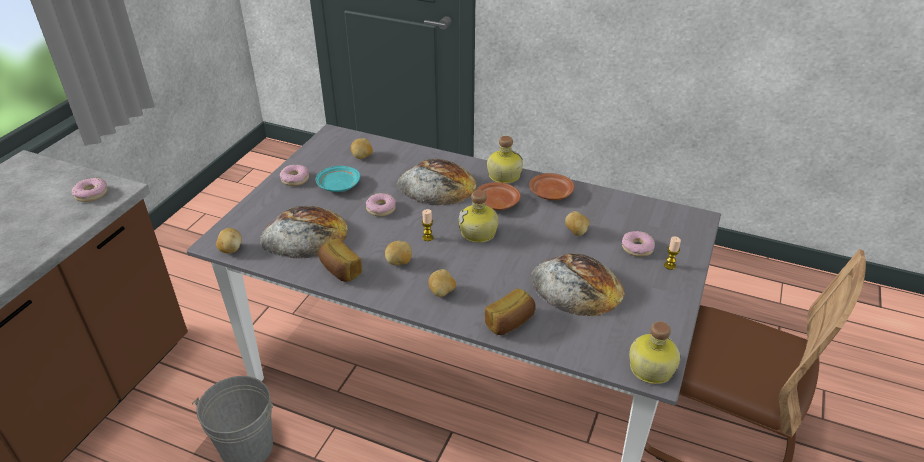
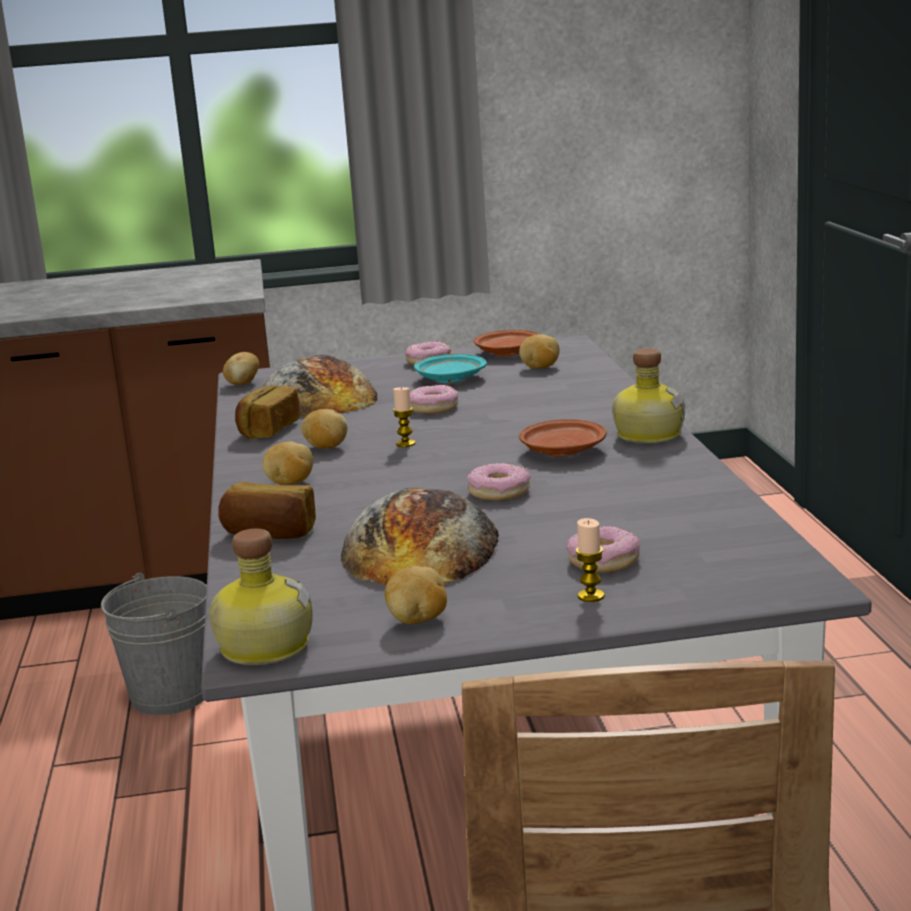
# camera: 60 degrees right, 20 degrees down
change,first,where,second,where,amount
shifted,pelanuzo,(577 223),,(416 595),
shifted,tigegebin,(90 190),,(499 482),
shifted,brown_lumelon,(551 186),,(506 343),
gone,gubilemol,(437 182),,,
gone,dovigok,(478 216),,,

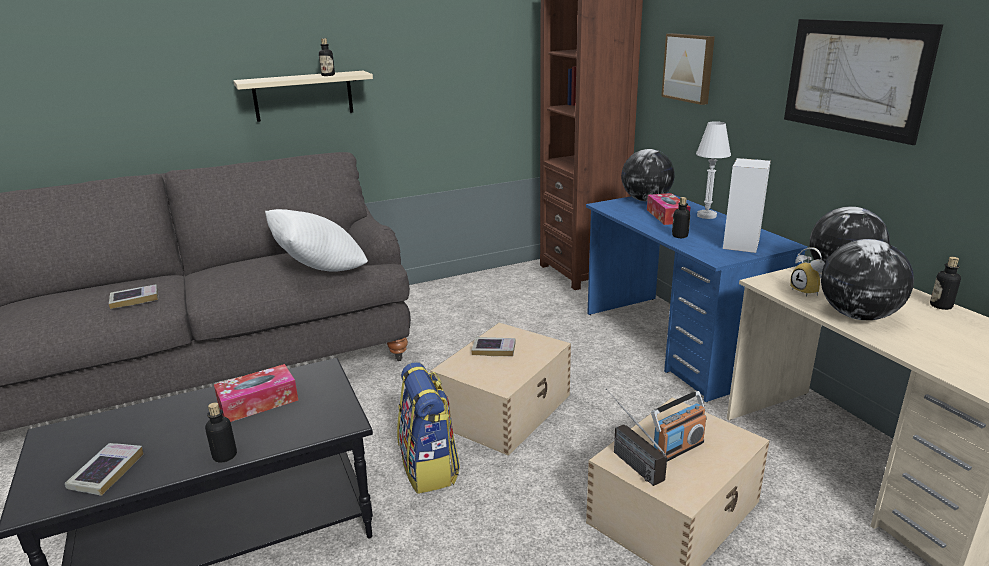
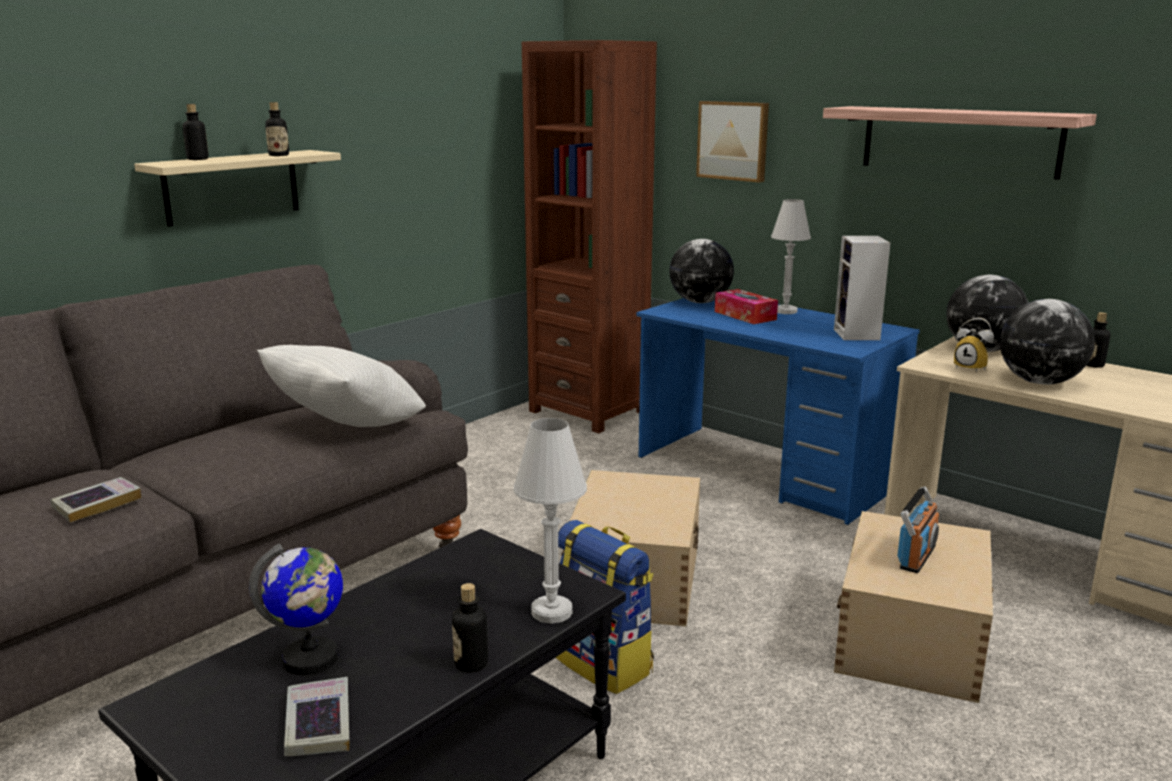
# camera: 25 degrees left, 5 degrees down
change,first,where,second,where,amount
shifted,dovigok,(681 217),,(196 132),
new,,,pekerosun,(296 609),
new,,,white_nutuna,(550 521),
swapped,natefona,(863 82),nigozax,(960 143),
gone,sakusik,(256 393),,,
gone,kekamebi,(494 346),,,
gone,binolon,(636 437),,,

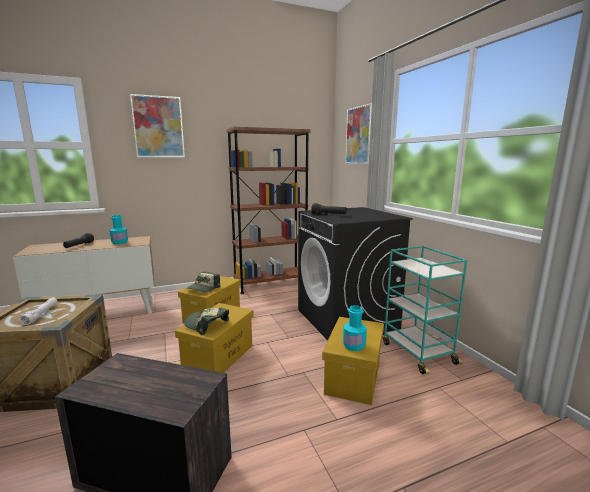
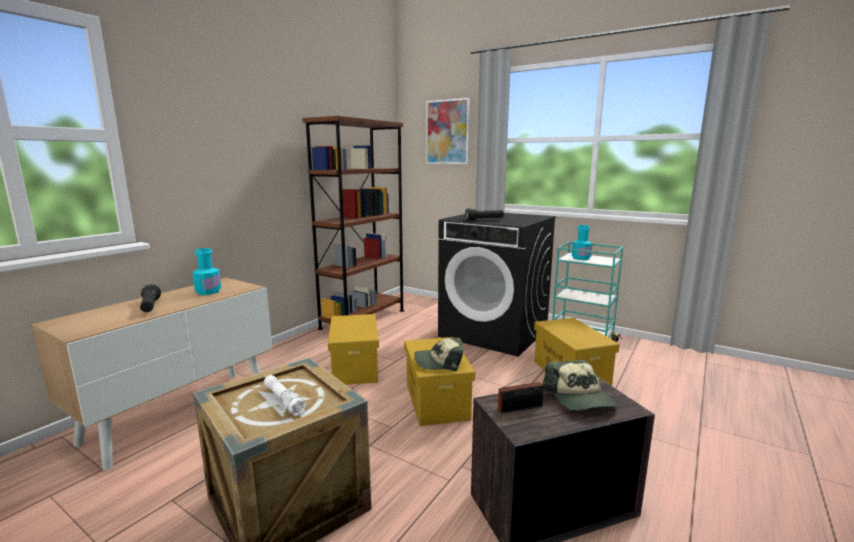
# camera: 35 degrees left, 0 degrees up
change,first,where,second,where,amount
new,,,binolon,(523 389),
shifted,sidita,(203 282),,(580 385),
shifted,turquoise_dovigok,(355 328),,(582 242),
gone,natefona,(157 125),,,

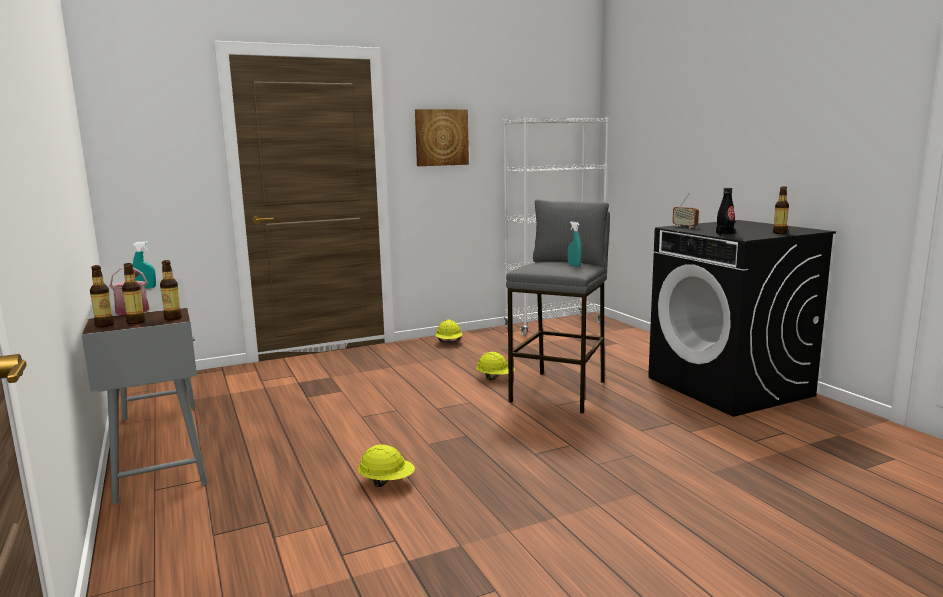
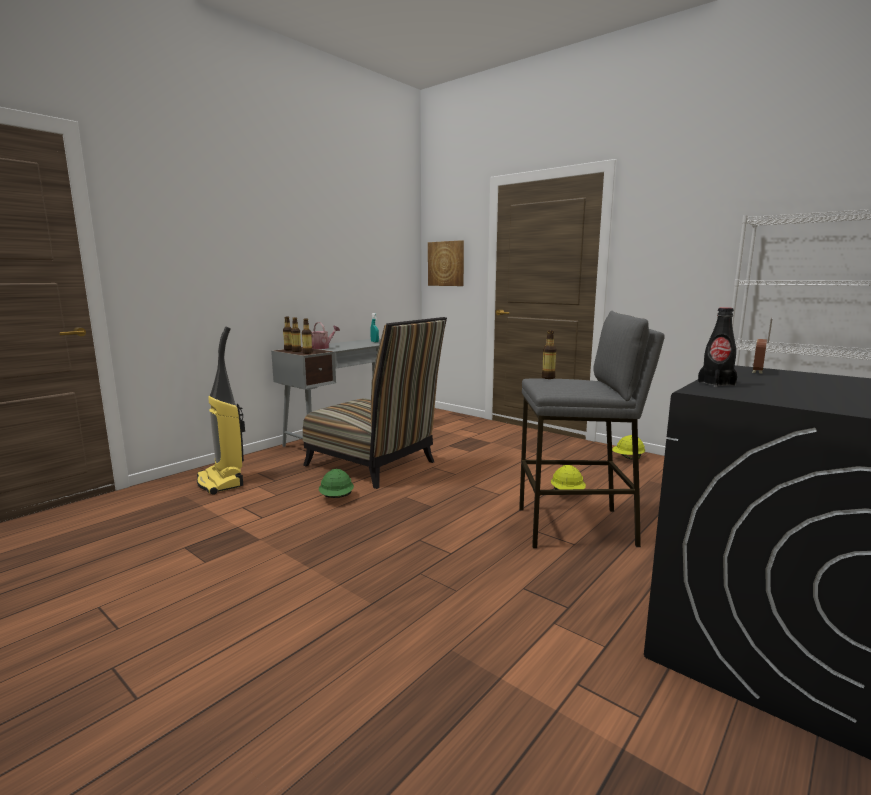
# camera: 65 degrees right, 0 degrees up
change,first,where,second,where,amount
new,,,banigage,(221 411),
new,,,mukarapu,(375 403),
repainted,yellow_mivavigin,(386 465),green_mivavigin,(336 483),
shifted,natefona,(442 137),,(446 263),
shifted,dovigok,(781 210),,(549 354),
gone,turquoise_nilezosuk,(574 244),,,

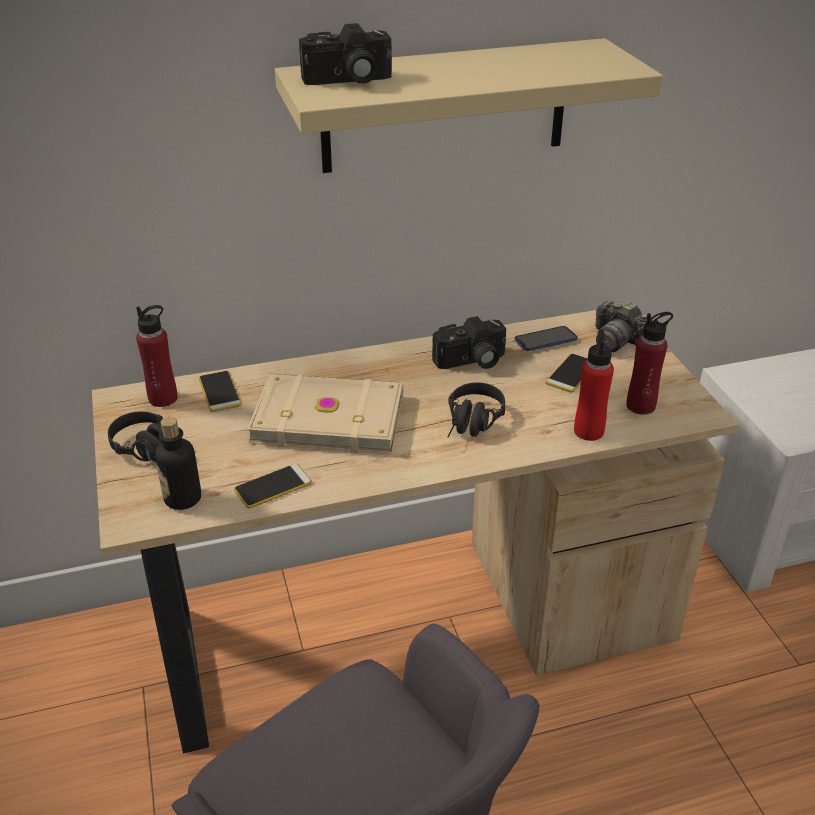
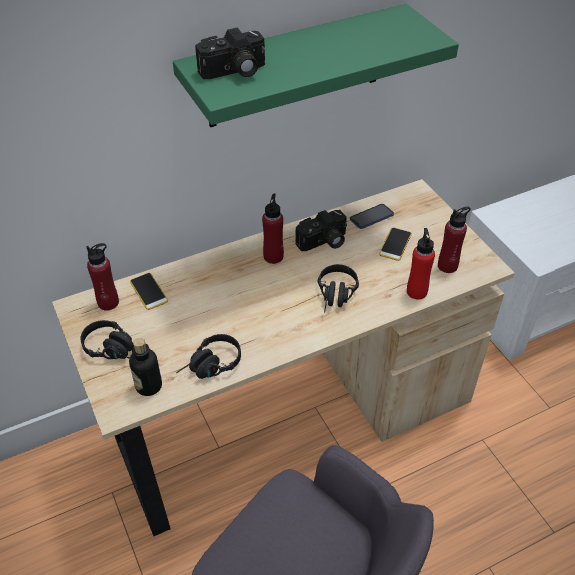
# camera: 10 degrees left, 10 degrees up
change,first,where,second,where,amount
repainted,beige_nigozax,(469 105),green_nigozax,(316 65),
swapped,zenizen,(273 486),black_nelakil,(208 356),
new,,,red_dovigok,(273 229),
gone,beige_kekamebi,(325 414),,,
gone,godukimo,(621 326),,,

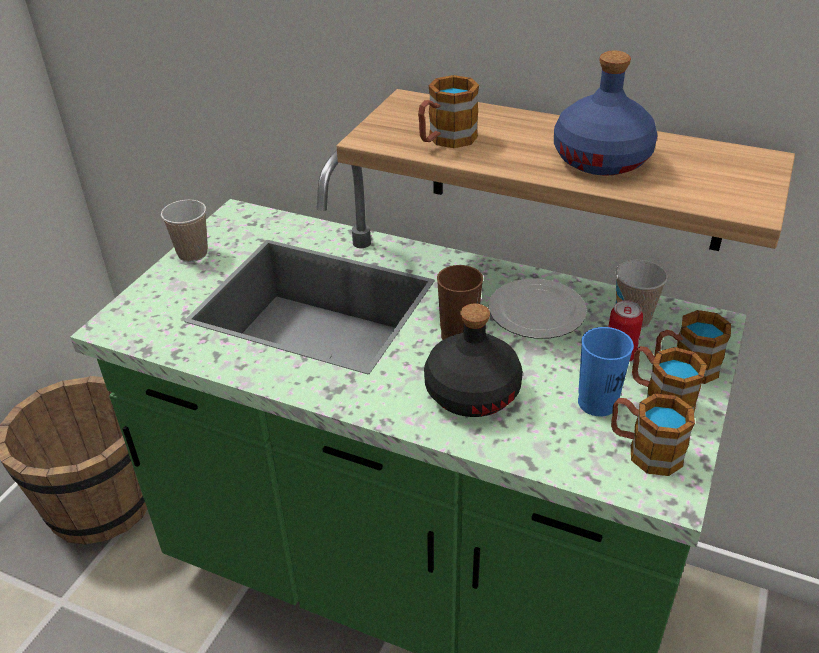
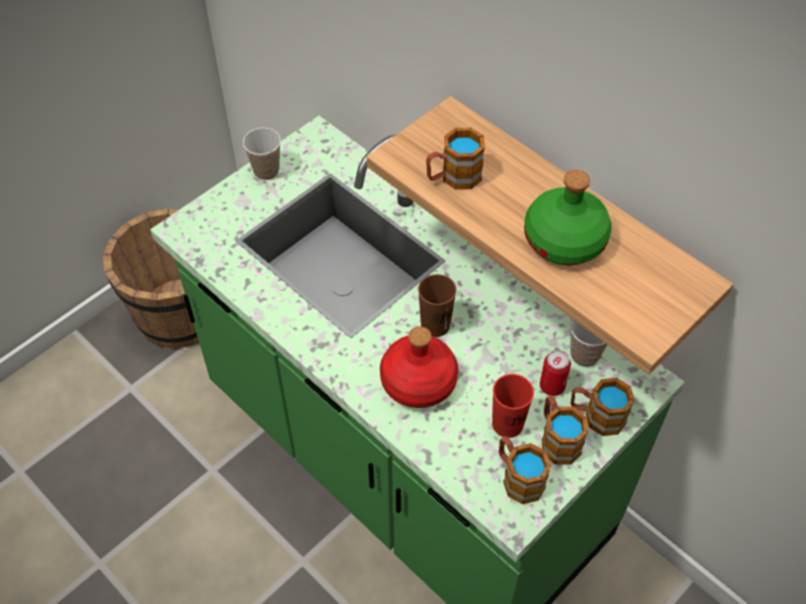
# camera: 20 degrees right, 15 degrees up
change,first,where,second,where,amount
repainted,black_dovigok,(473 360),red_dovigok,(419 367),
repainted,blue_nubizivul,(606 371),red_nubizivul,(513 406),
repainted,blue_dovigok,(606 113),green_dovigok,(568 218),
gone,lumelon,(538 308),,,

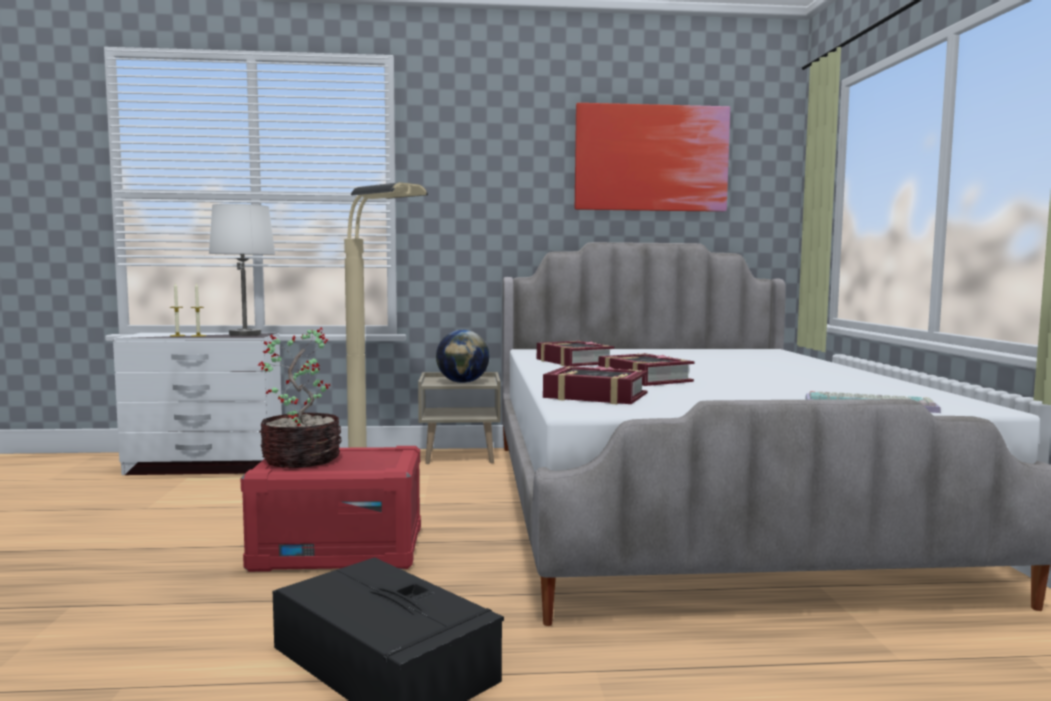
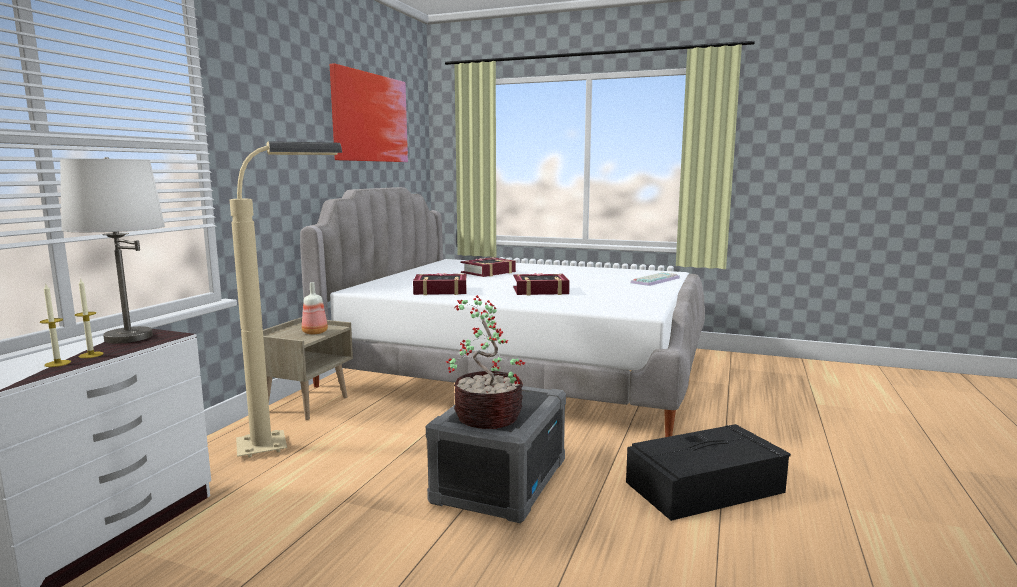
# camera: 65 degrees left, 5 degrees up
change,first,where,second,where,amount
swapped,pekerosun,(463 356),dovigok,(315 308),
repainted,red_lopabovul,(330 509),grey_lopabovul,(496 454),
shifted,kekamebi,(595 385),,(488 267),

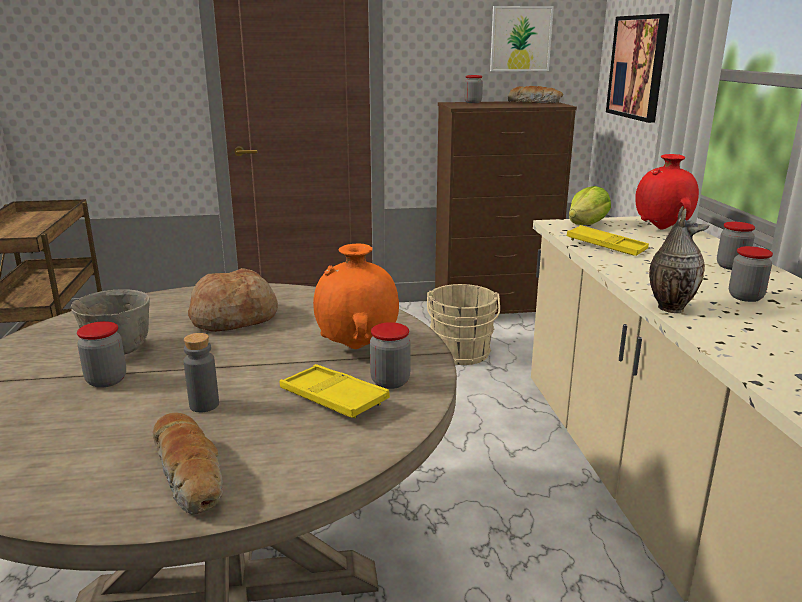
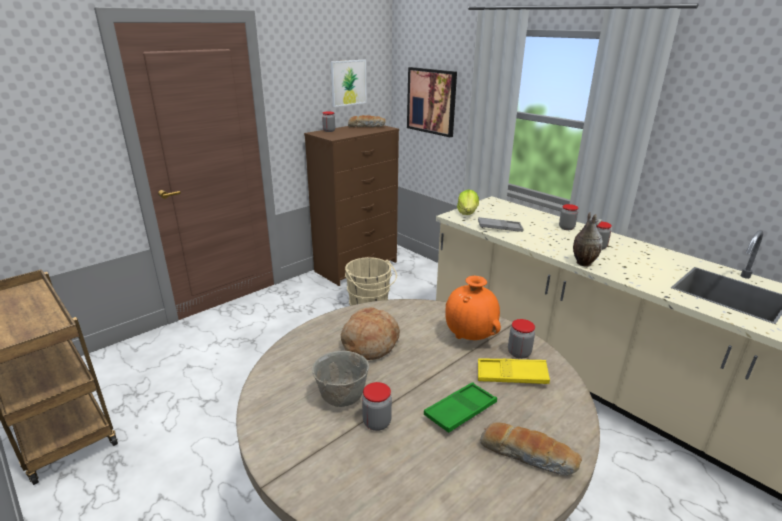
# camera: 35 degrees left, 5 degrees up
change,first,where,second,where,amount
swapped,grey_dovigok,(201 372),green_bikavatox,(460 407),
repainted,yellow_bikavatox,(608 240),grey_bikavatox,(501 224),
gone,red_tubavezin,(667 192),,,

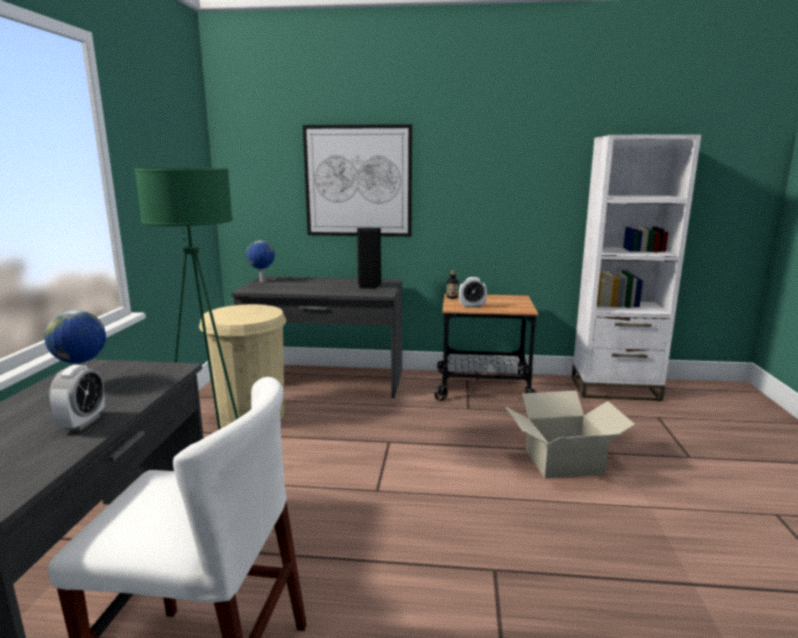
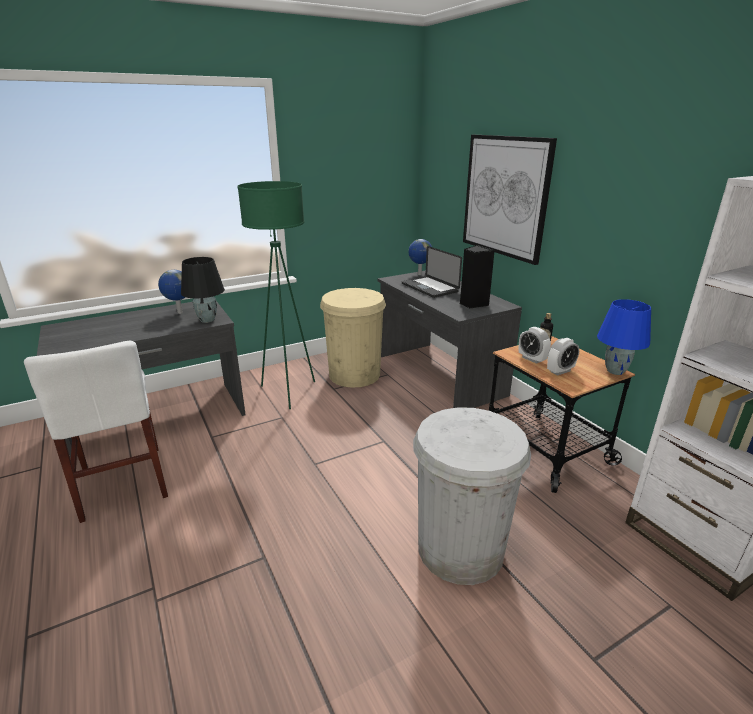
# camera: 55 degrees right, 10 degrees up
change,first,where,second,where,amount
new,,,black_nutuna,(203 290),
new,,,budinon,(432 272),
swapped,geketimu,(571 435),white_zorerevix,(472 496),
shifted,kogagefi,(77 398),,(563 357),
new,,,blue_nutuna,(624 337),

